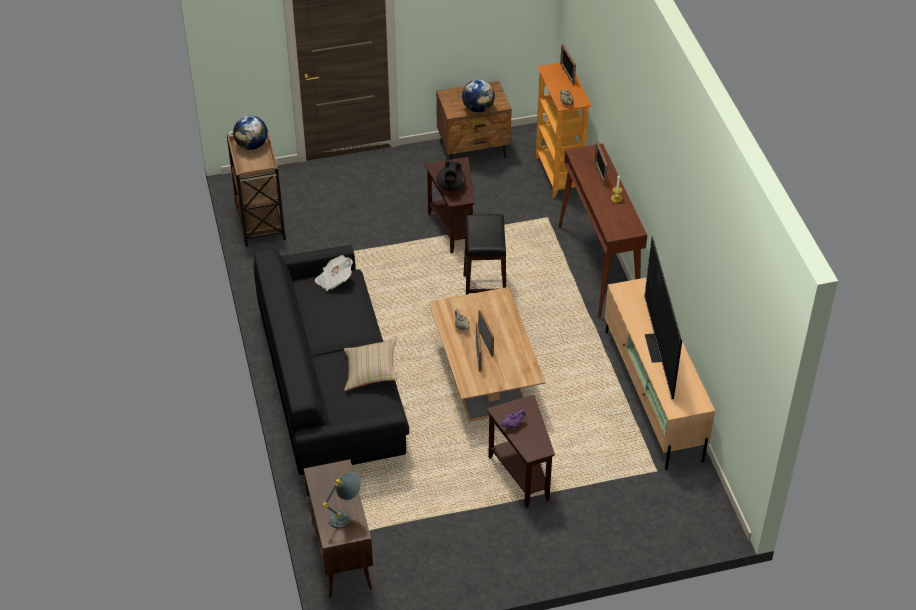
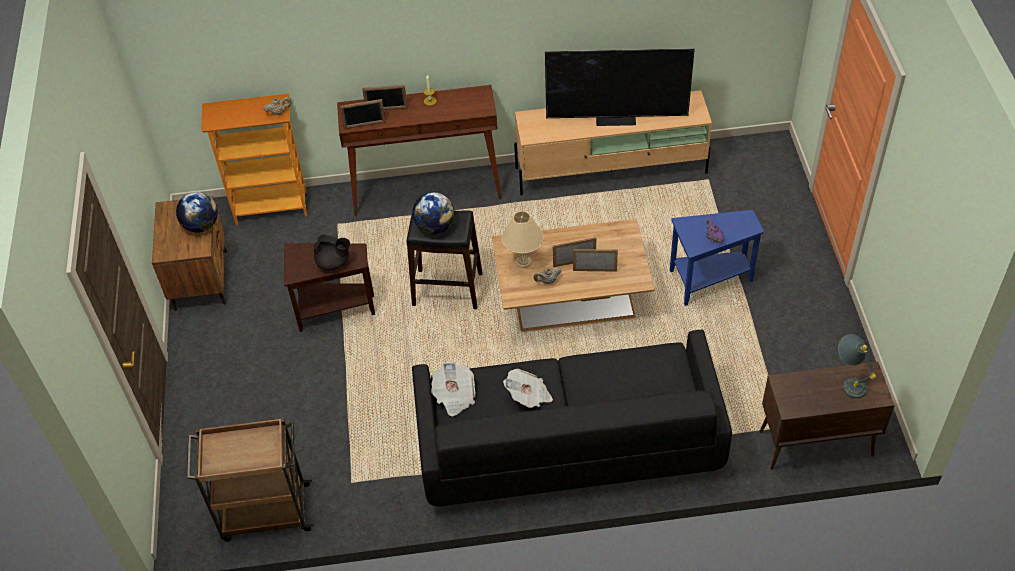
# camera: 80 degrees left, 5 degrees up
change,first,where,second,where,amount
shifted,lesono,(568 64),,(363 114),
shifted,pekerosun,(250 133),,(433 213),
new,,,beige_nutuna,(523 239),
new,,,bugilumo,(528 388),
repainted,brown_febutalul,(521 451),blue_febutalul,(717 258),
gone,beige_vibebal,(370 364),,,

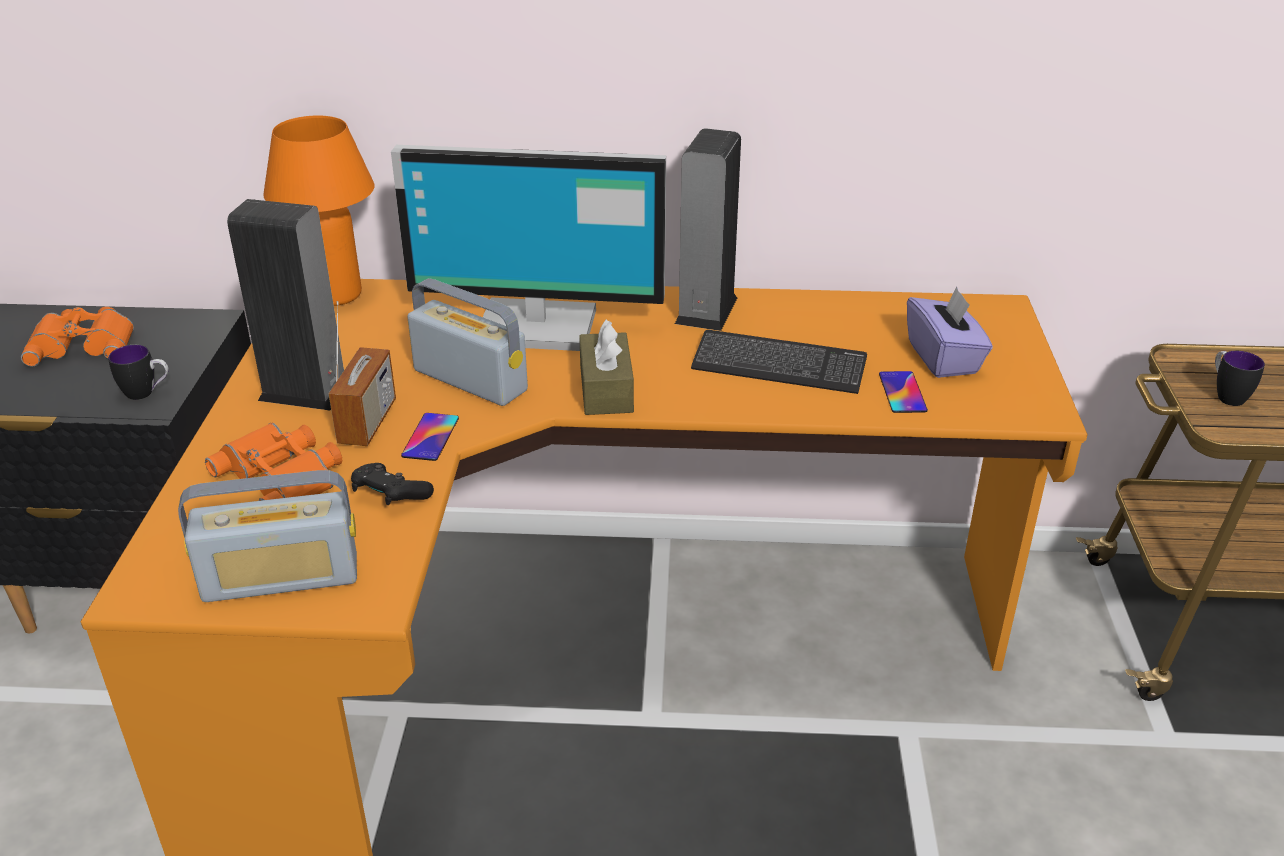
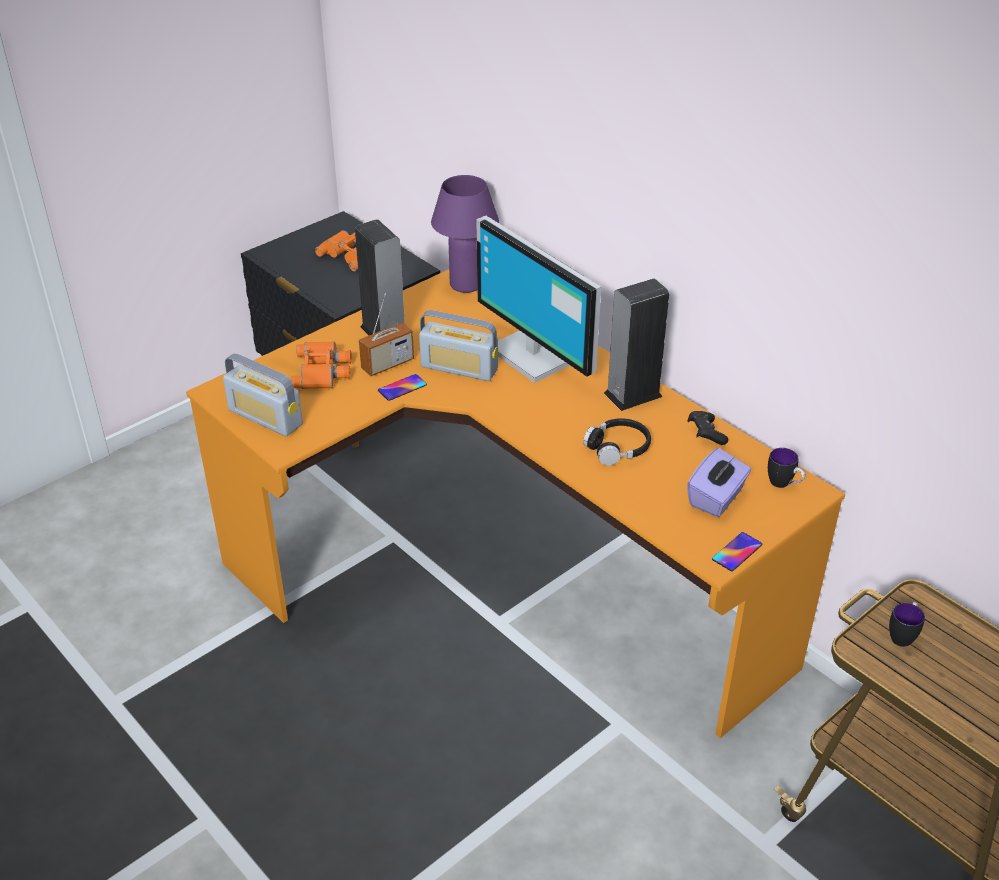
# camera: 45 degrees right, 5 degrees up
change,first,where,second,where,amount
rotated,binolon,(467 342),,(458 345),120 degrees clockwise
repainted,orange_nutuna,(319 211),purple_nutuna,(465 234),
swapped,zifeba,(779 362),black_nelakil,(617 442),
shifted,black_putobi,(392 484),,(707 428),
shifted,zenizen,(903 392),,(737 551),
shifted,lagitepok,(138 372),,(786 468),
gone,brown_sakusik,(606 367),,,

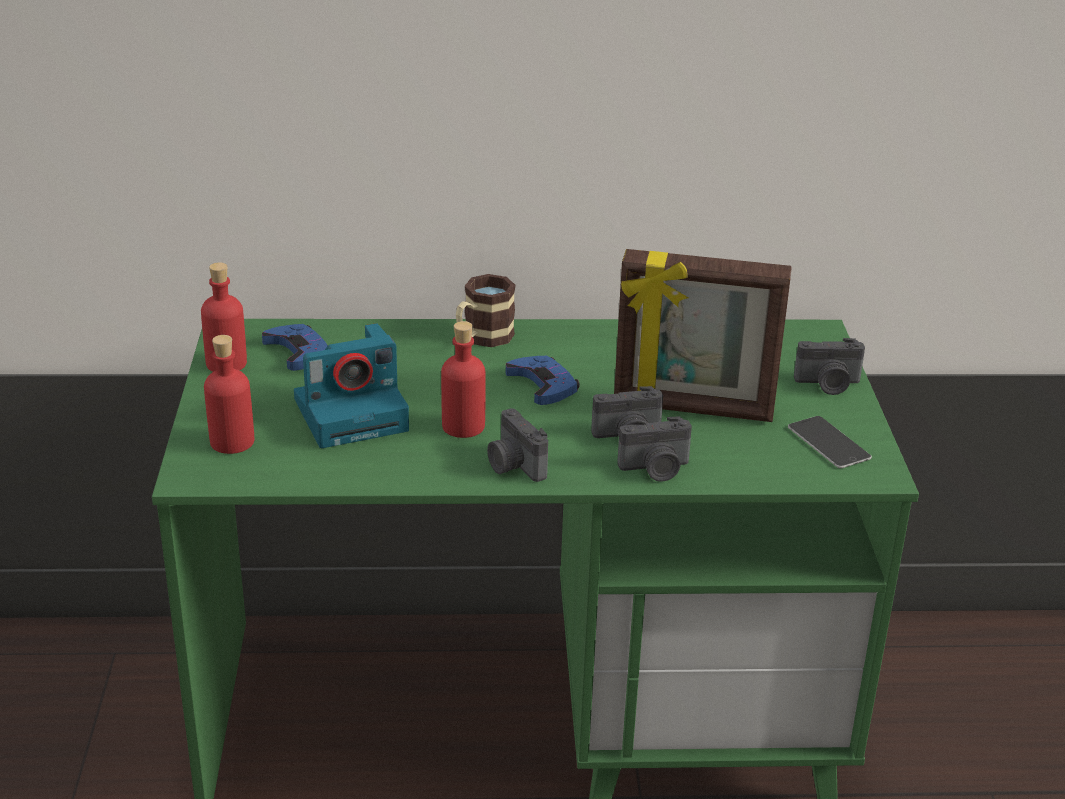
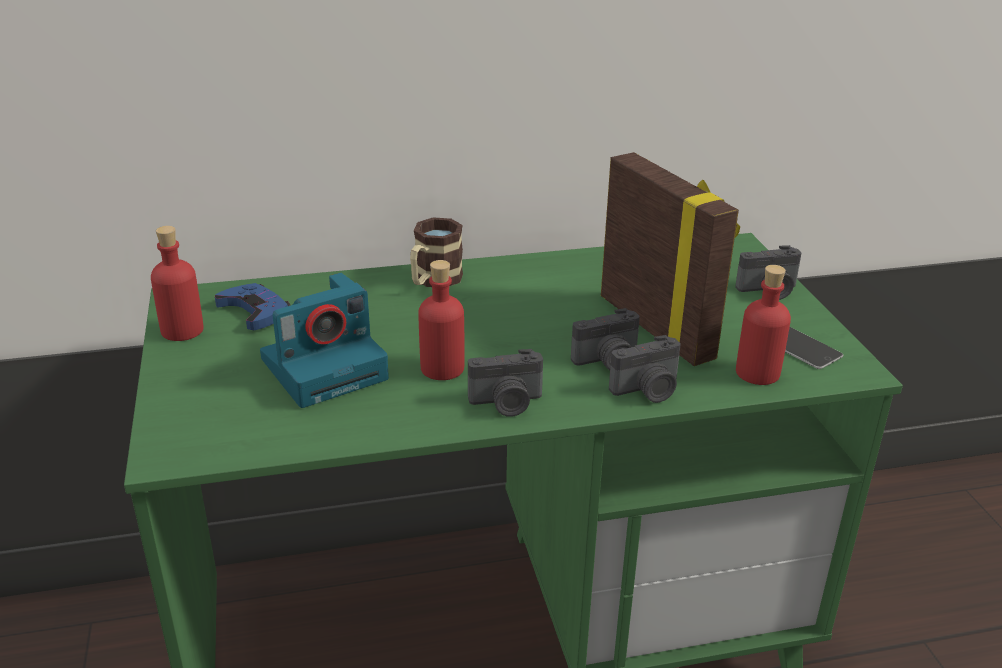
# camera: 10 degrees left, 0 degrees up
change,first,where,second,where,amount
rotated,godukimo,(517 445),,(505 383),60 degrees counterclockwise
rotated,lesono,(703 335),,(670 259),120 degrees counterclockwise
shifted,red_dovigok,(229 394),,(763 325),
gone,blue_putobi,(542 380),,,

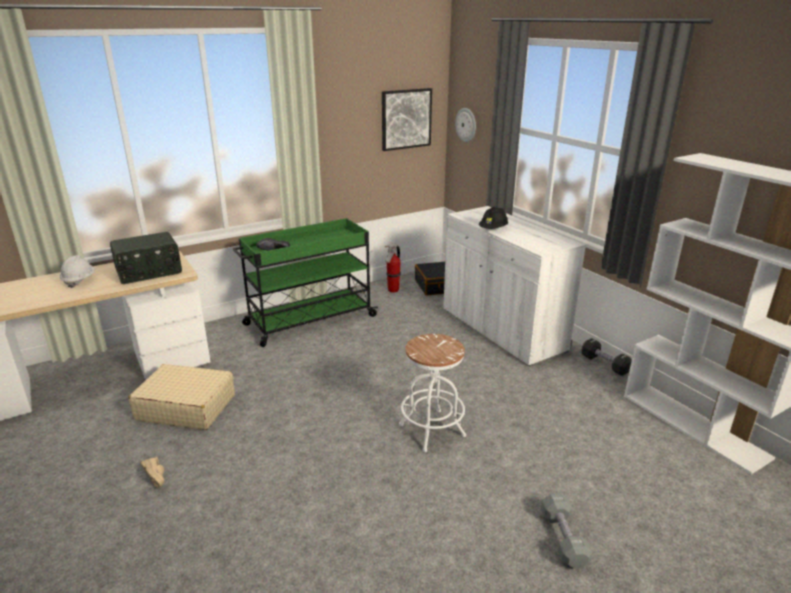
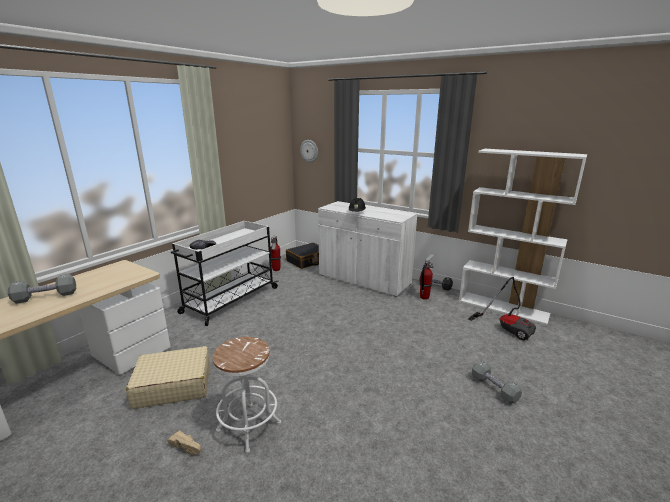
# camera: 25 degrees left, 5 degrees down
change,first,where,second,where,amount
swapped,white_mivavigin,(78 271),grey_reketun,(42 289),
repainted,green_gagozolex,(305 282),white_gagozolex,(224 273),
shifted,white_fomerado,(432 393),,(246 395),
new,,,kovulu,(427 276),
new,,,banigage,(502 308),
gone,binolon,(146 258),,,
gone,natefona,(407 119),,,

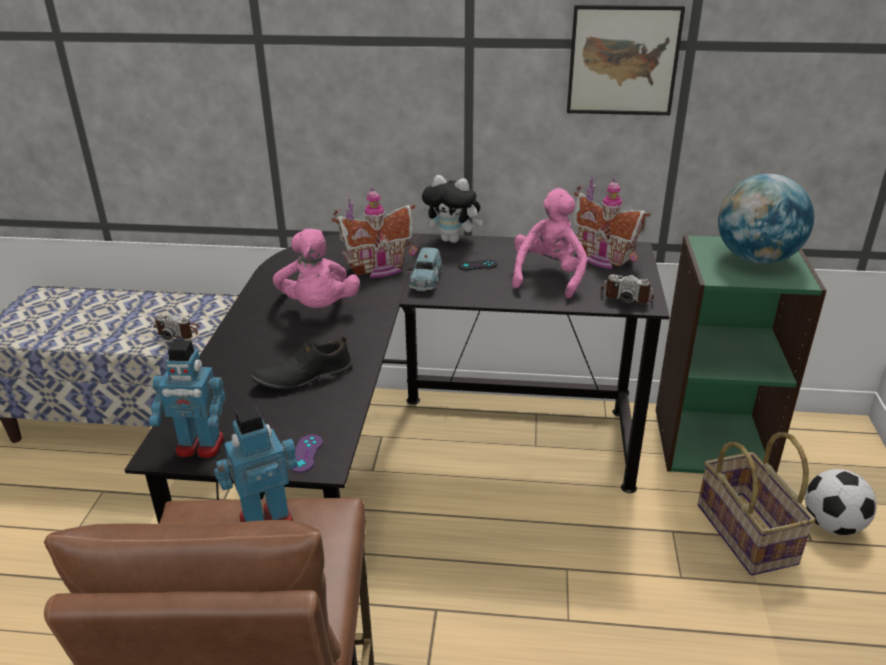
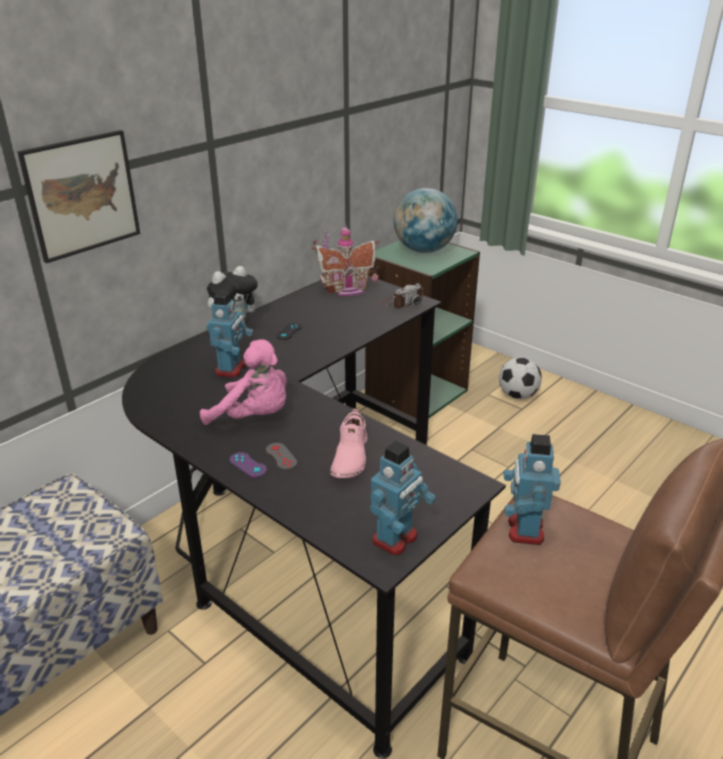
# camera: 55 degrees left, 0 degrees up
change,first,where,second,where,amount
shifted,natefona,(626 60),,(78 196),
swapped,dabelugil,(374 232),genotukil,(229 335),
shifted,purple_putobi,(306 454),,(248 464),
new,,,grey_putobi,(281 456),
repainted,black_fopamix,(302 362),pink_fopamix,(349 443),
gone,godukimo,(176 327),,,
gone,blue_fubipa,(425 269),,,
gone,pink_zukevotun,(549 243),,,
gone,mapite,(756 503),,,

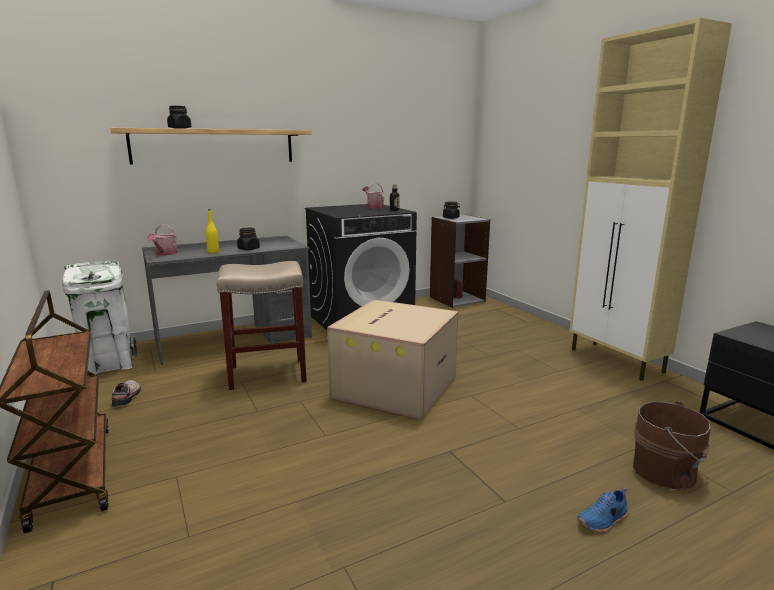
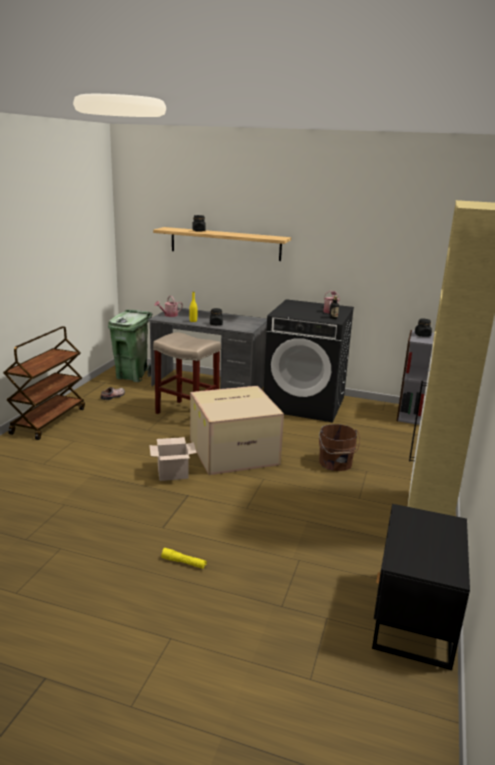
# camera: 45 degrees right, 5 degrees up
change,first,where,second,where,amount
repainted,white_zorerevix,(100 318),green_zorerevix,(130 346),
new,,,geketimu,(172 459),
swapped,blue_fopamix,(602 510),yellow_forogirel,(184 558),
shifted,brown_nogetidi,(672 445),,(339 447),

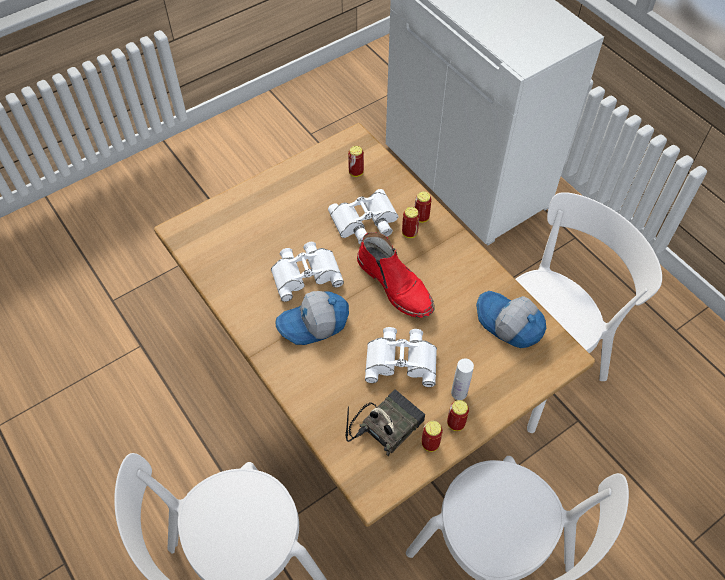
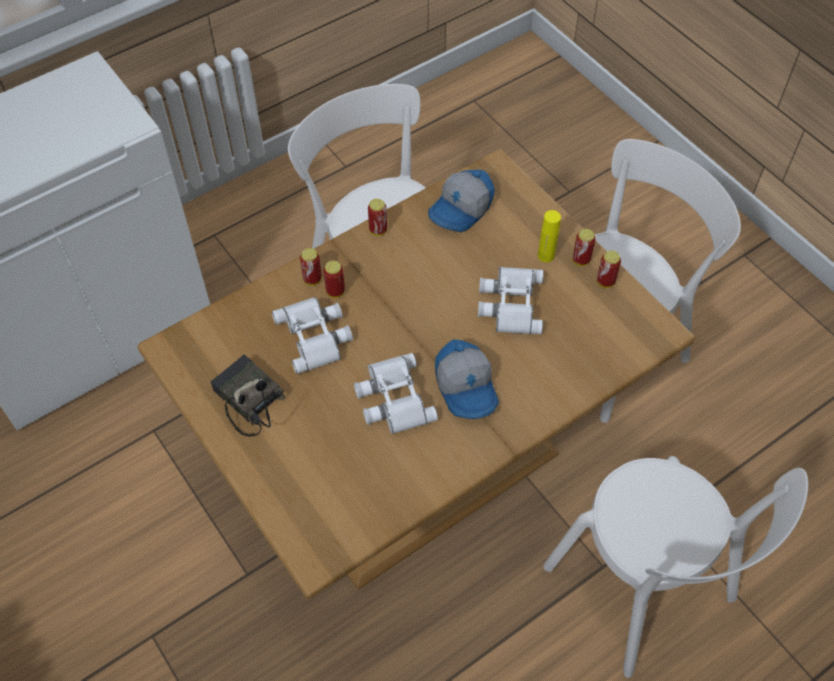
# camera: 90 degrees left, 0 degrees up
change,first,where,second,where,amount
shifted,binolon,(385 422),,(248 395),
shifted,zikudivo,(356 161),,(377 217),
repainted,white_dovigok,(462 379),yellow_dovigok,(549 236),
gone,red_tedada,(396 275),,,

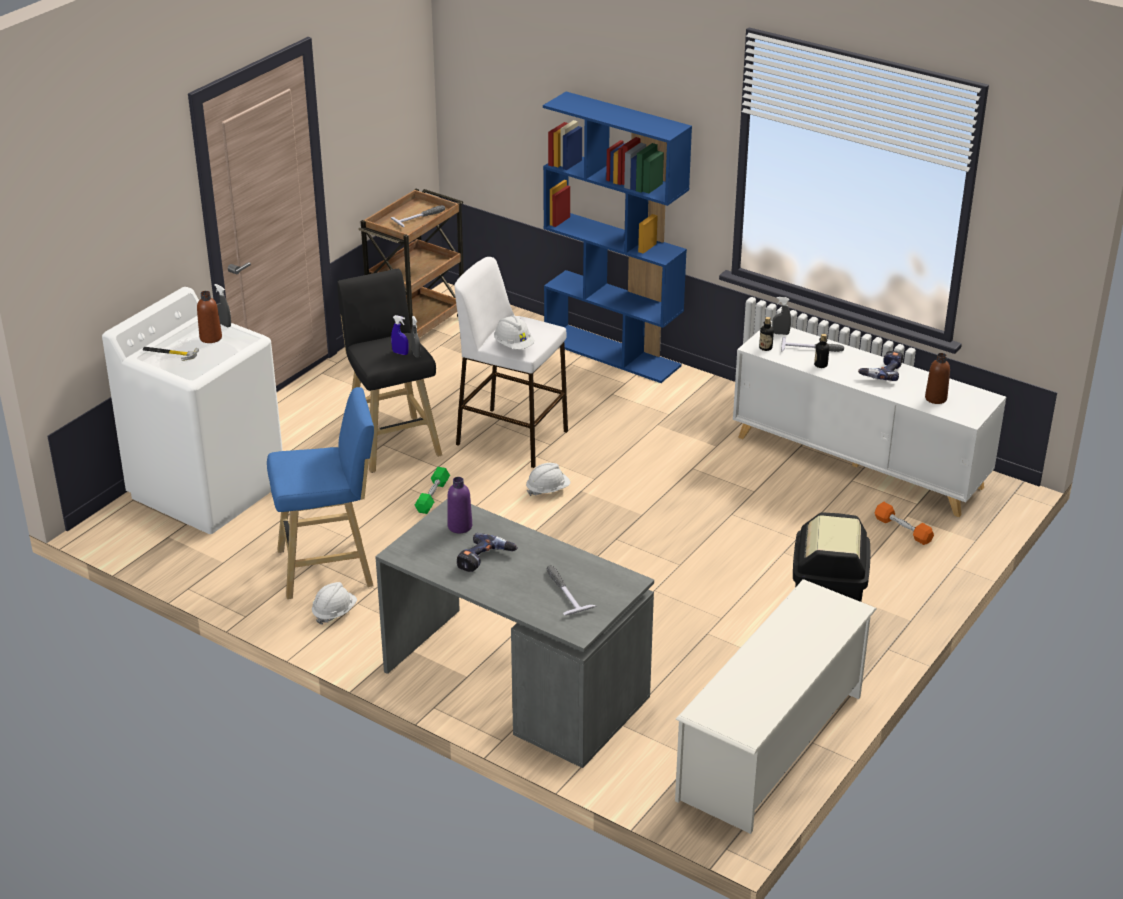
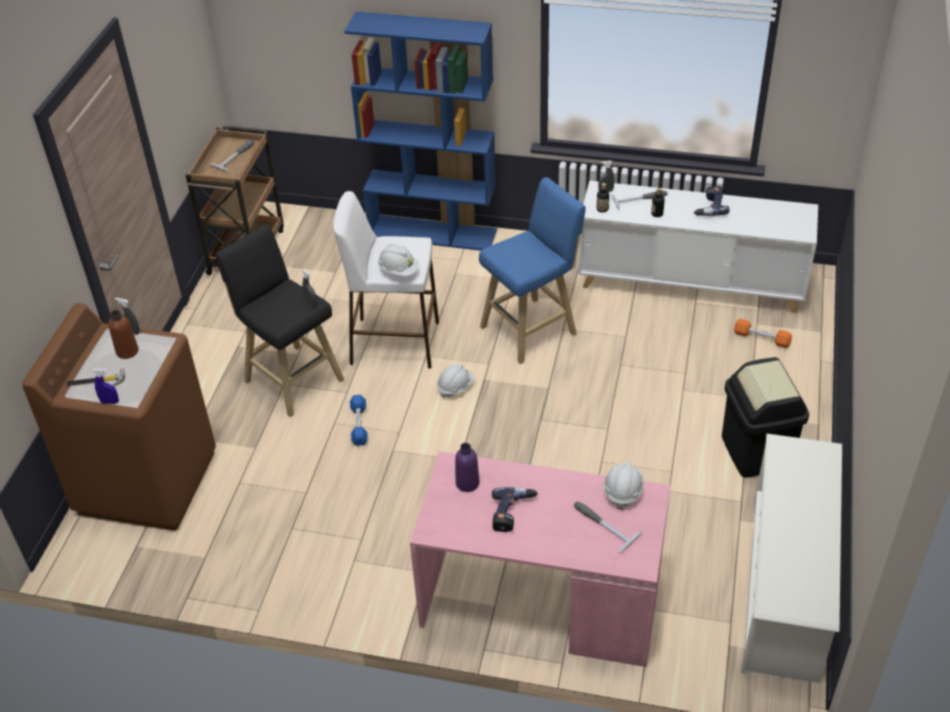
# camera: 20 degrees left, 10 degrees up
change,first,where,second,where,amount
repainted,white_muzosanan,(192 410),brown_muzosanan,(119 416),
shifted,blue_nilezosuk,(400 335),,(106 386),
repainted,green_reketun,(432 490),blue_reketun,(359 420),
repainted,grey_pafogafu,(514 633),pink_pafogafu,(540 559),
shifted,blue_fomerado,(320 493),,(532 270),
shifted,white_mivavigin,(334 603),,(624 485),
gone,brown_dovigok,(937 378),,,

